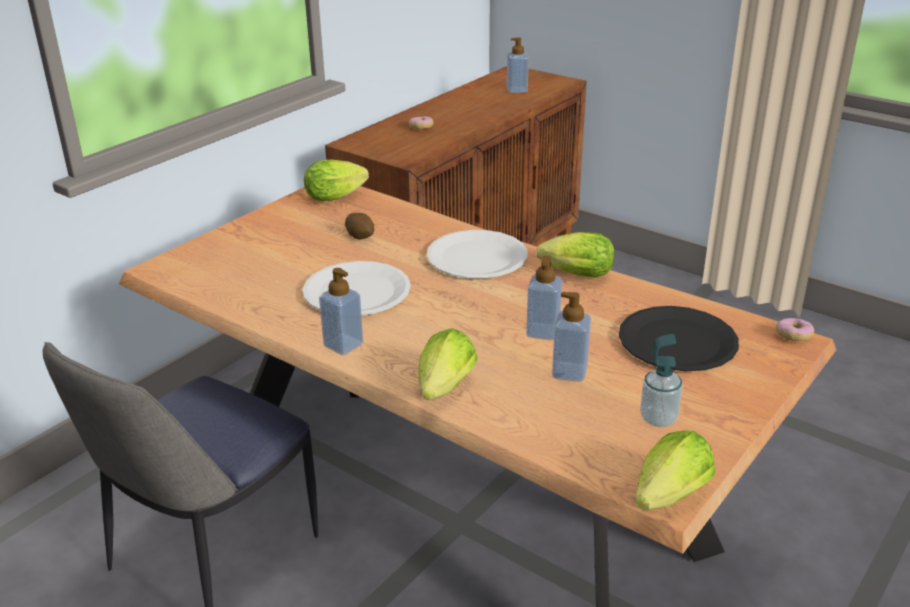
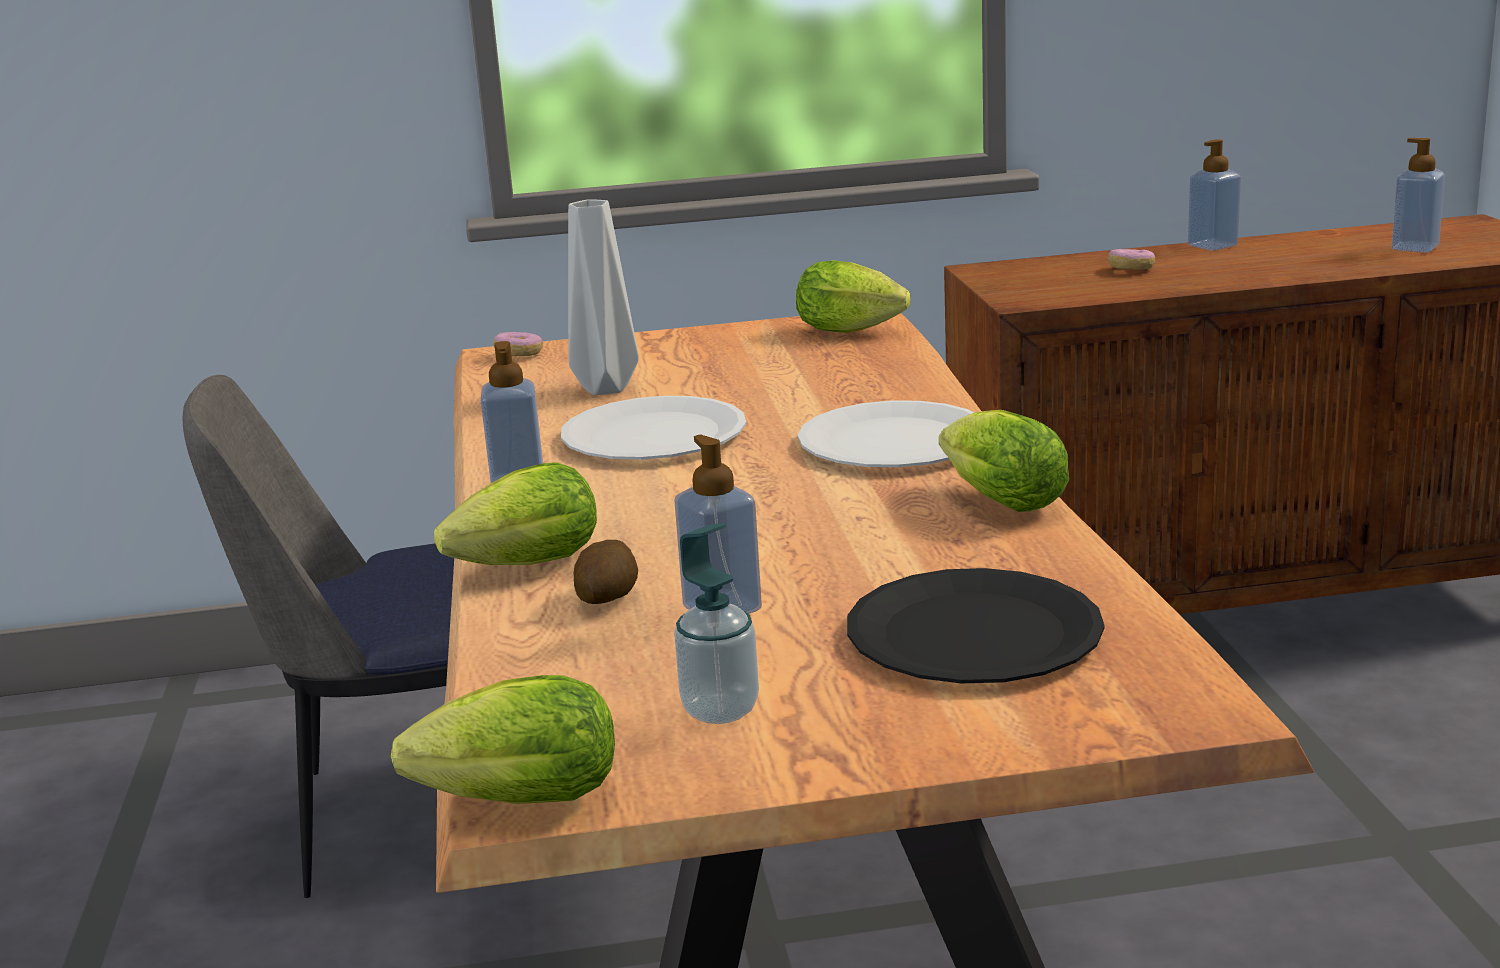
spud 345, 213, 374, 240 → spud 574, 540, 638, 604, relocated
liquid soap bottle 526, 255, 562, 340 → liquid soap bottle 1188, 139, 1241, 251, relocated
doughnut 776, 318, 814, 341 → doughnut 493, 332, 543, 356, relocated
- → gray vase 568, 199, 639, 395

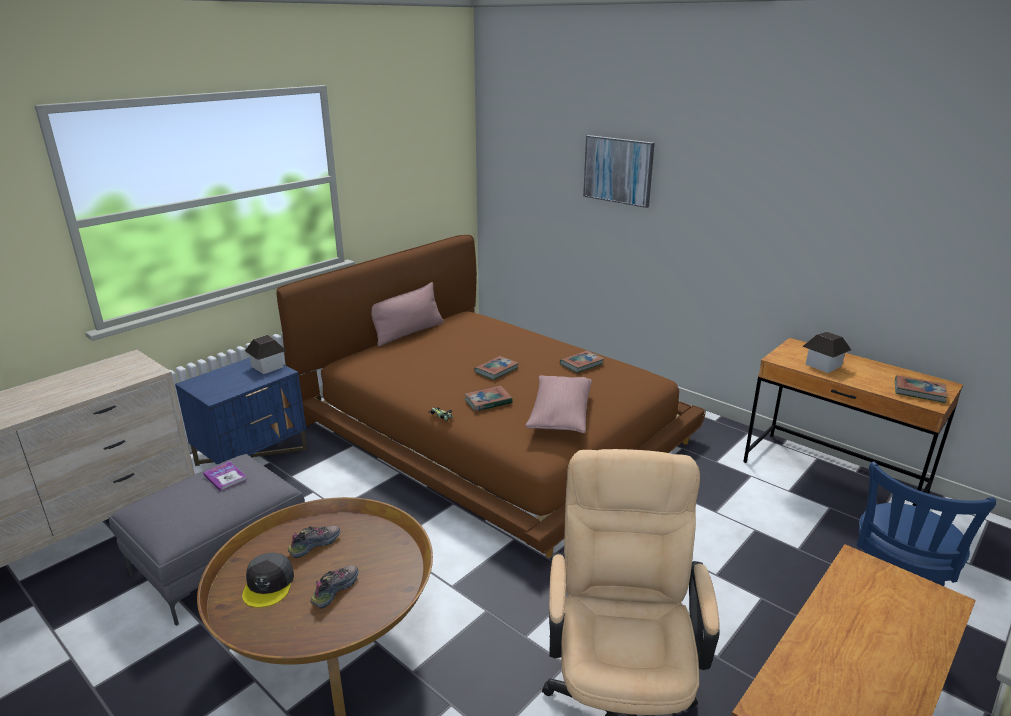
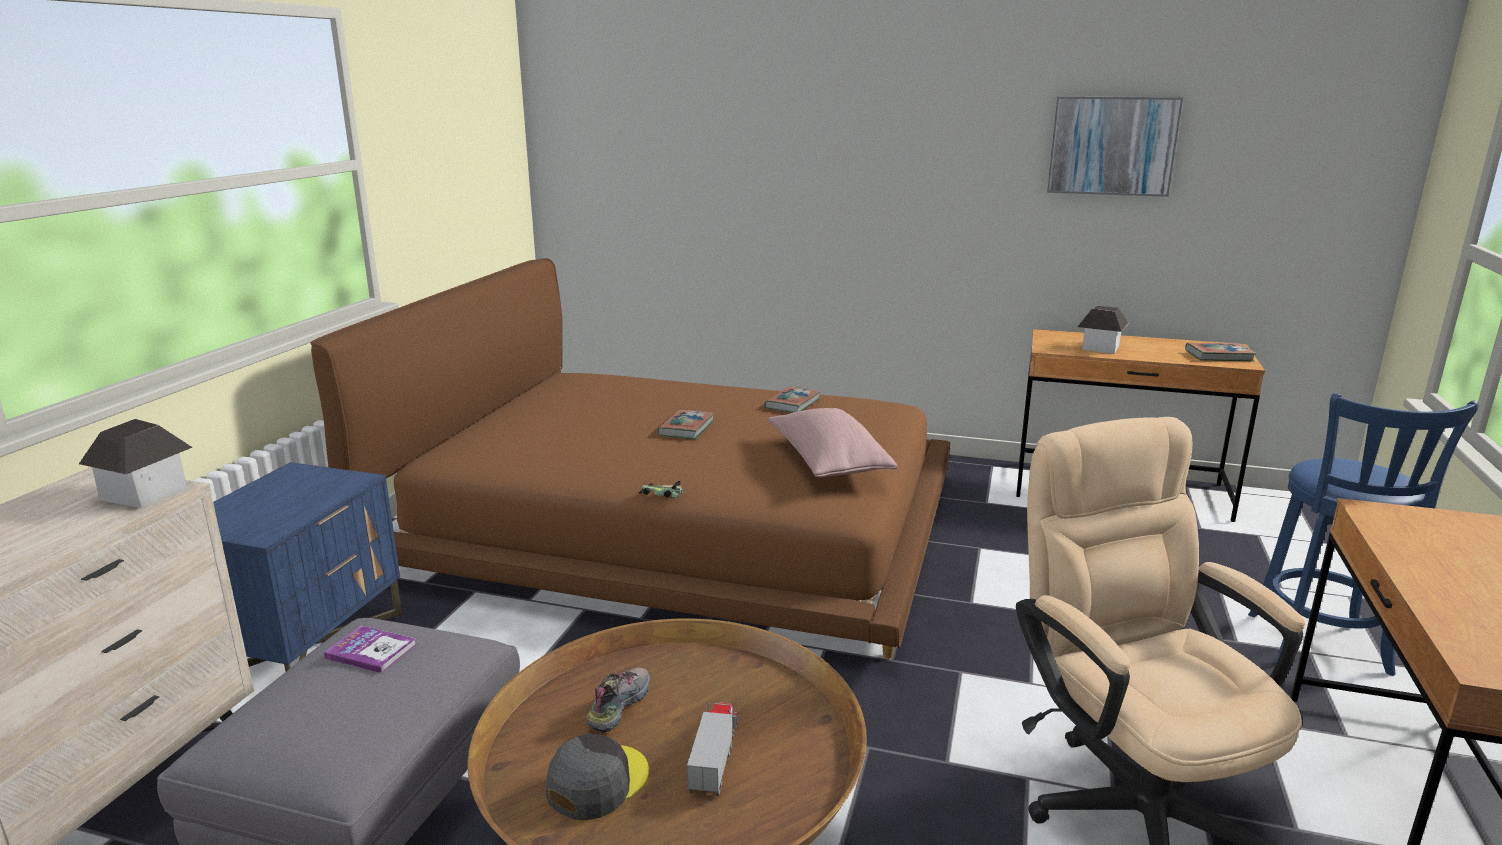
picture 583, 135, 655, 208 → picture 1047, 96, 1183, 197, relocated
pink cushion 372, 282, 444, 347 → -
miniature house 245, 335, 286, 374 → miniature house 79, 419, 193, 508, relocated
book 465, 385, 513, 412 → -
gray baseball cap 242, 553, 294, 608 → gray baseball cap 546, 734, 649, 821, 120 degrees counterclockwise
low shoe 310, 565, 358, 609 → toy lorry 687, 702, 738, 796

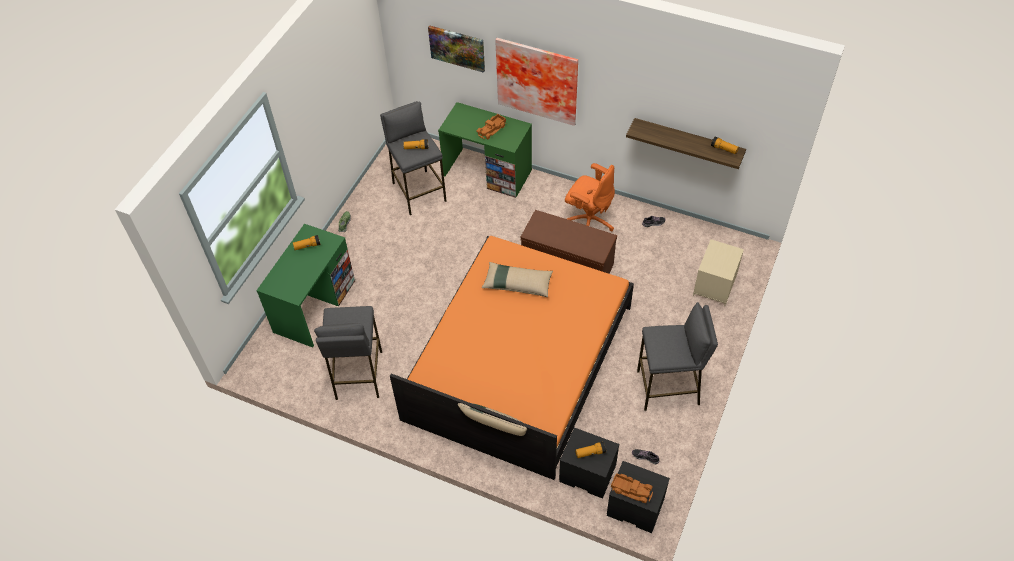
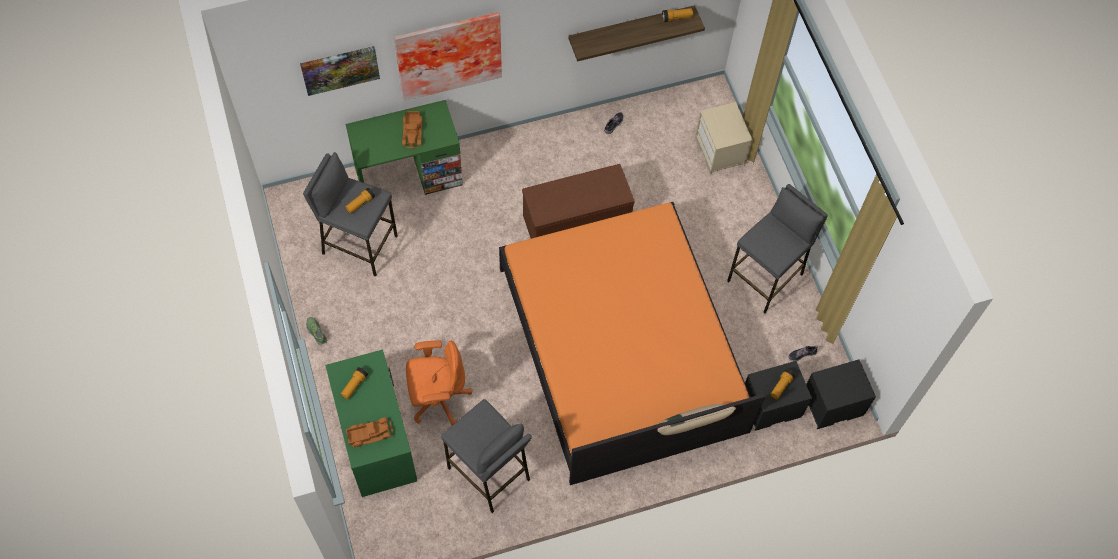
orange computer chair 565, 163, 615, 231 → orange computer chair 406, 340, 472, 425, relocated
beige-coloured cushion 482, 262, 553, 297 → -
toy lorry 611, 473, 653, 503 → toy lorry 346, 417, 393, 447, relocated

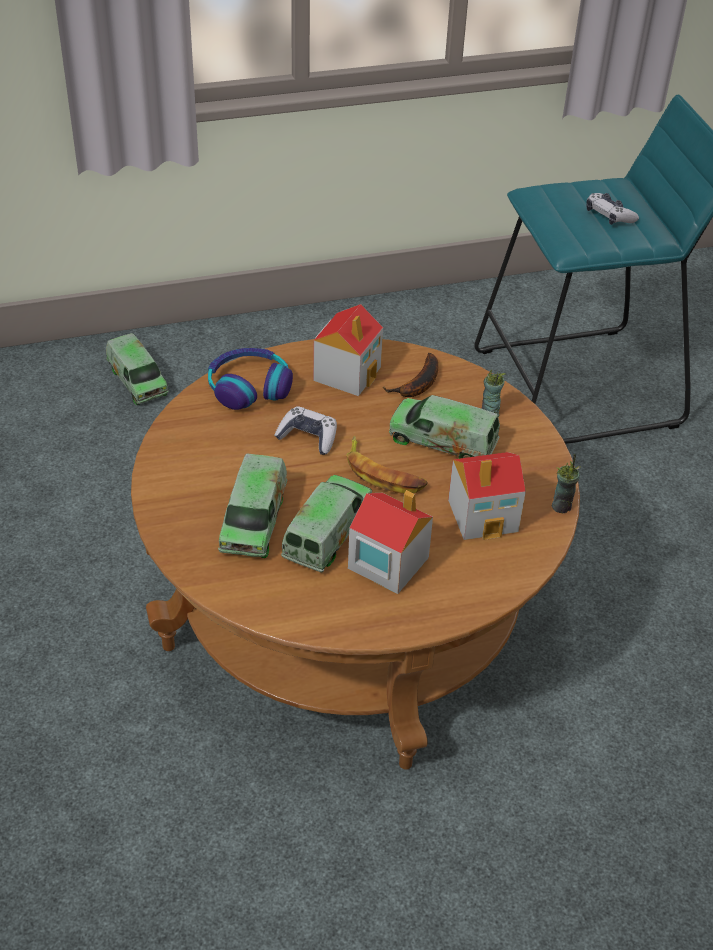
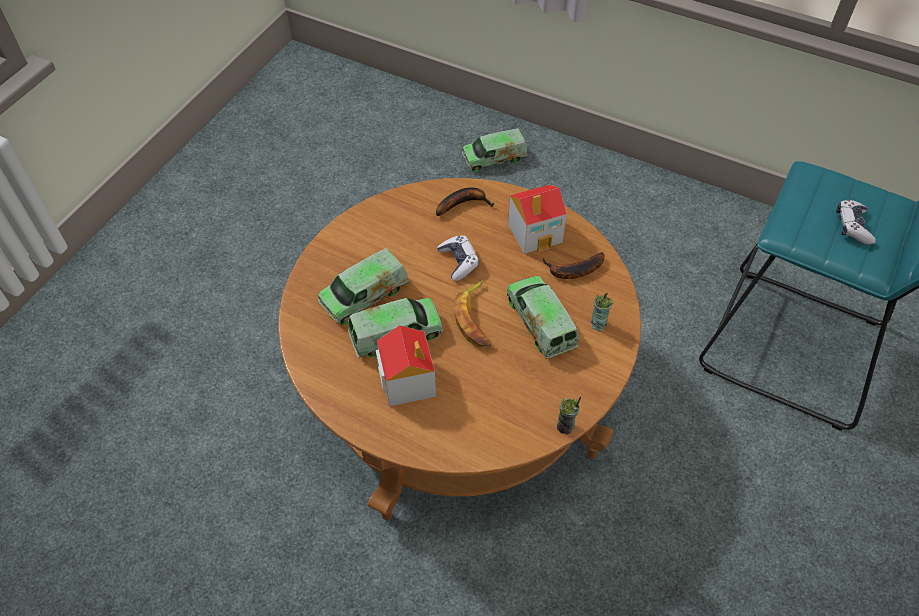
toy lorry 106, 333, 168, 405 → toy lorry 462, 129, 527, 172, 60 degrees clockwise
headphones 208, 348, 293, 410 → banana 436, 187, 494, 216
miniature house 448, 452, 526, 540 → -

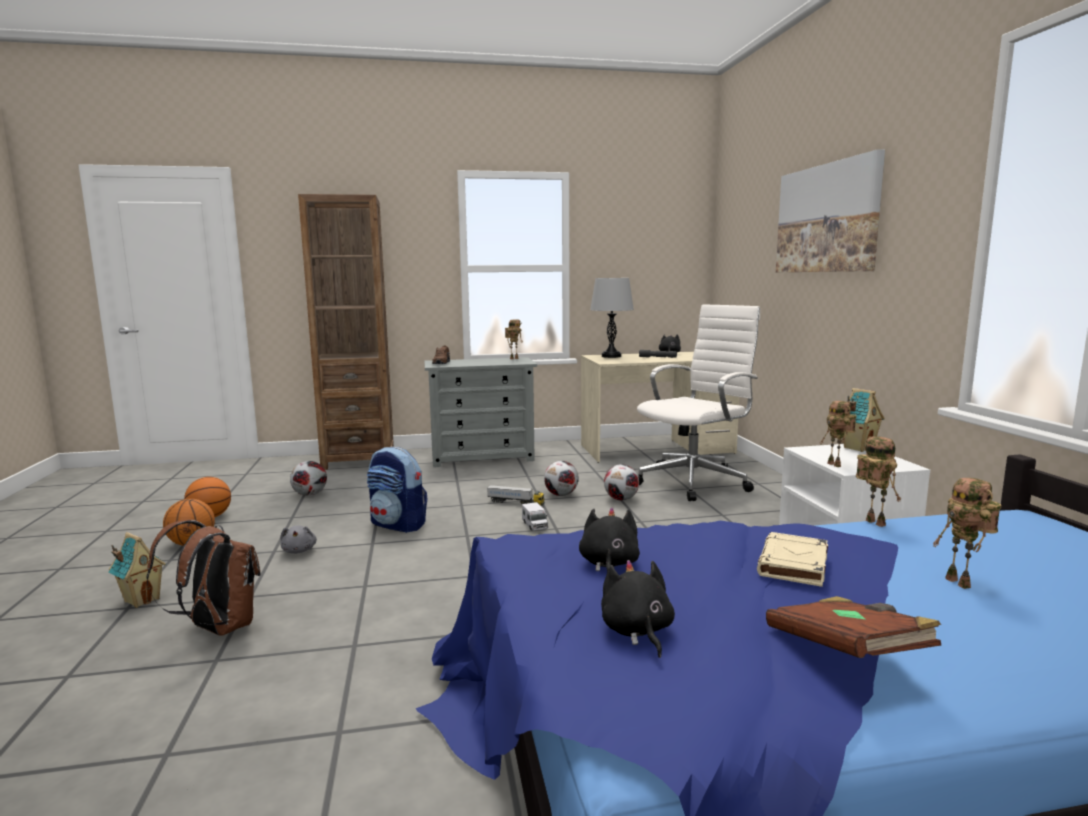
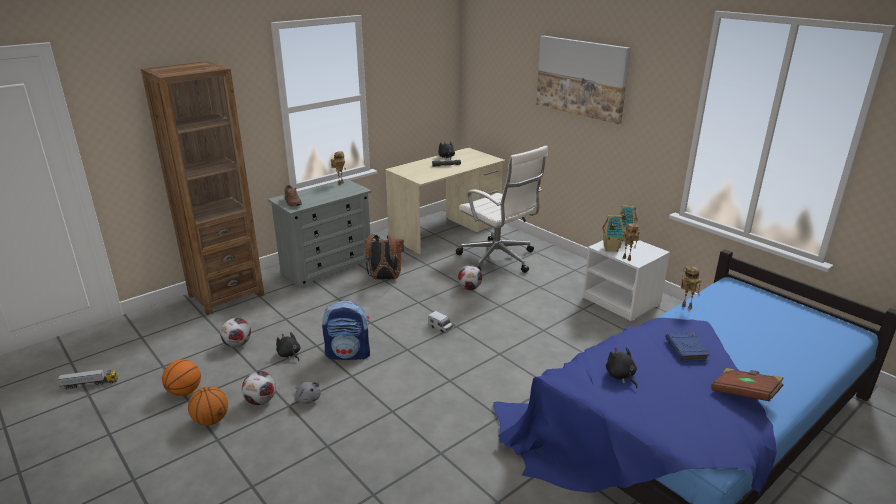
gray table lamp 590, 278, 634, 358 → -
white-coloured computer chair 637, 304, 760, 501 → white-coloured computer chair 456, 146, 548, 273, 120 degrees clockwise
football ball 544, 461, 579, 496 → football ball 242, 371, 276, 405, relocated
robot figure 933, 478, 1001, 589 → -
toy lorry 487, 485, 544, 506 → toy lorry 57, 369, 118, 389, relocated
brown rucksack 146, 520, 261, 636 → brown rucksack 364, 234, 404, 280, relocated
miniature house 108, 532, 166, 608 → miniature house 602, 215, 624, 252, relocated
beige-coloured book 757, 532, 828, 587 → blue book 665, 332, 710, 362
black plush toy 601, 560, 675, 658 → black plush toy 276, 332, 300, 361, relocated

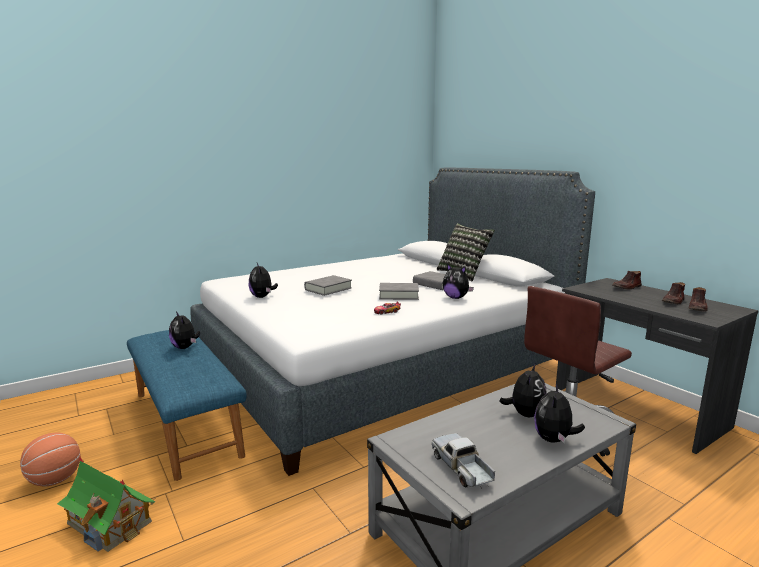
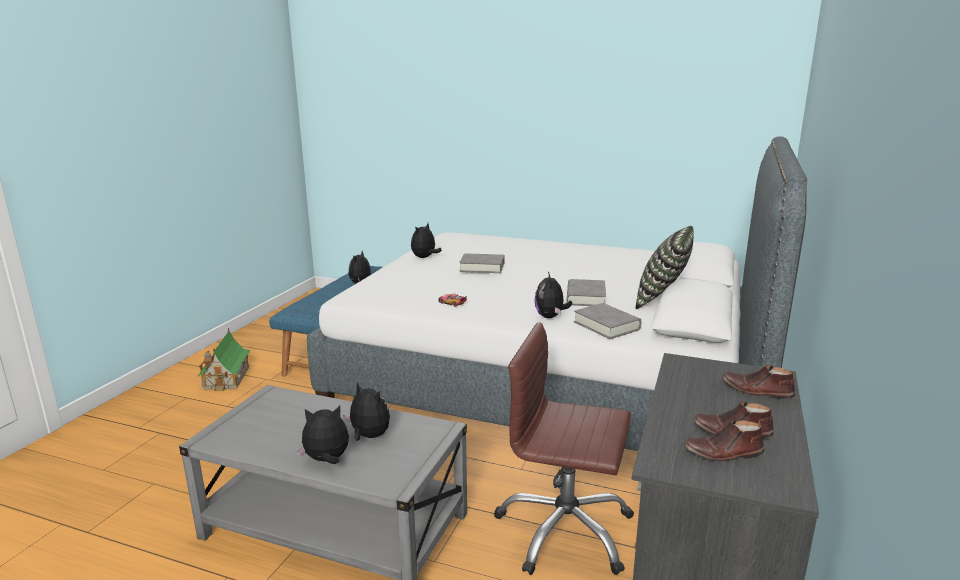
gray book 379, 283, 419, 300 → gray book 574, 303, 641, 339, relocated
plush toy 499, 364, 547, 417 → plush toy 343, 382, 390, 441, 135 degrees counterclockwise
basketball ball 20, 433, 80, 486 → -
toy lorry 432, 433, 495, 488 → -

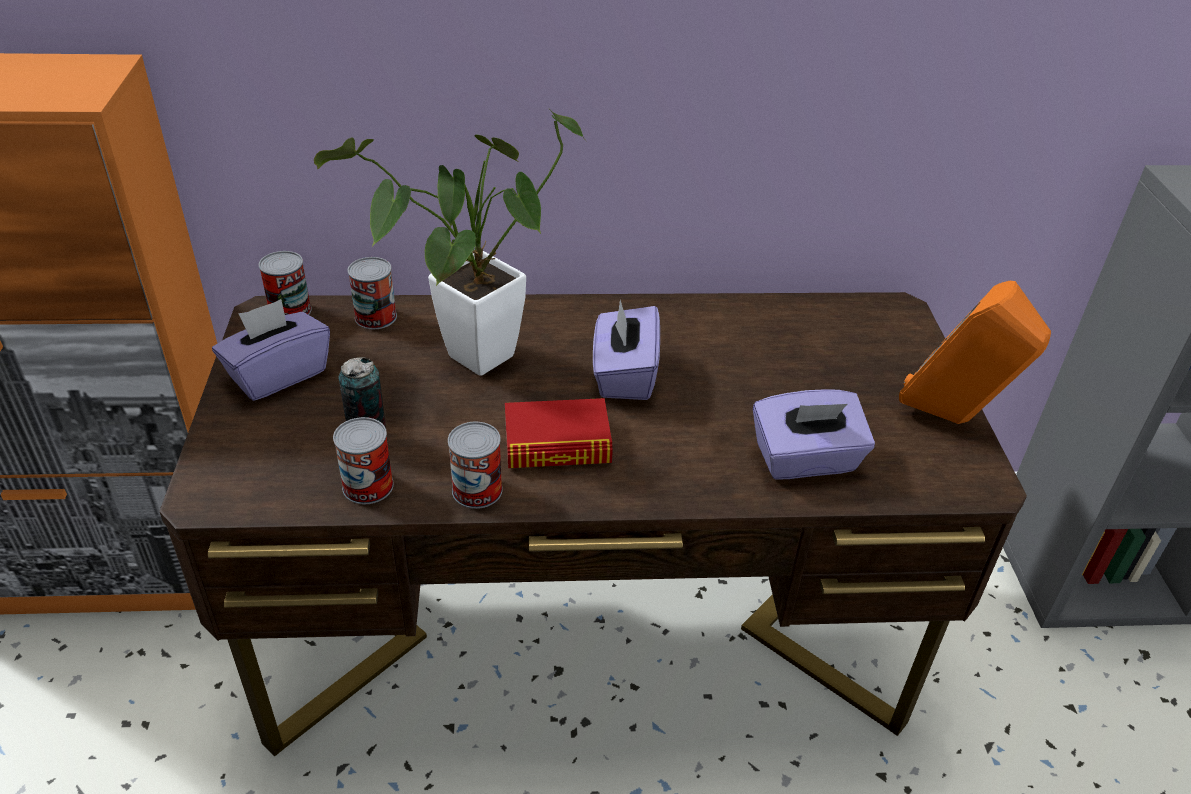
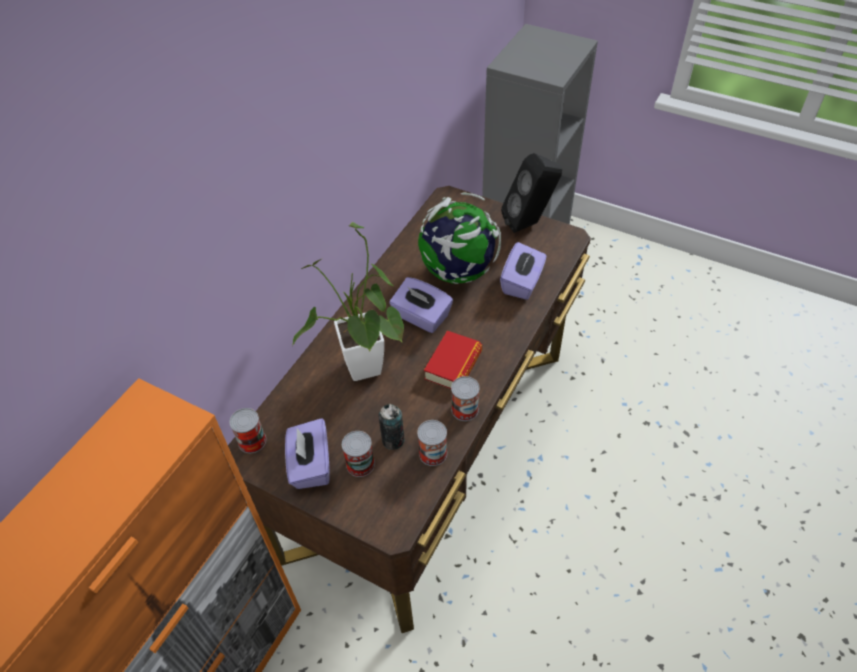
sealed can 348, 257, 397, 329 → sealed can 342, 431, 375, 477, relocated
orange loudspeaker 899, 281, 1051, 424 → black loudspeaker 501, 153, 562, 233
- → globe 418, 192, 501, 284

